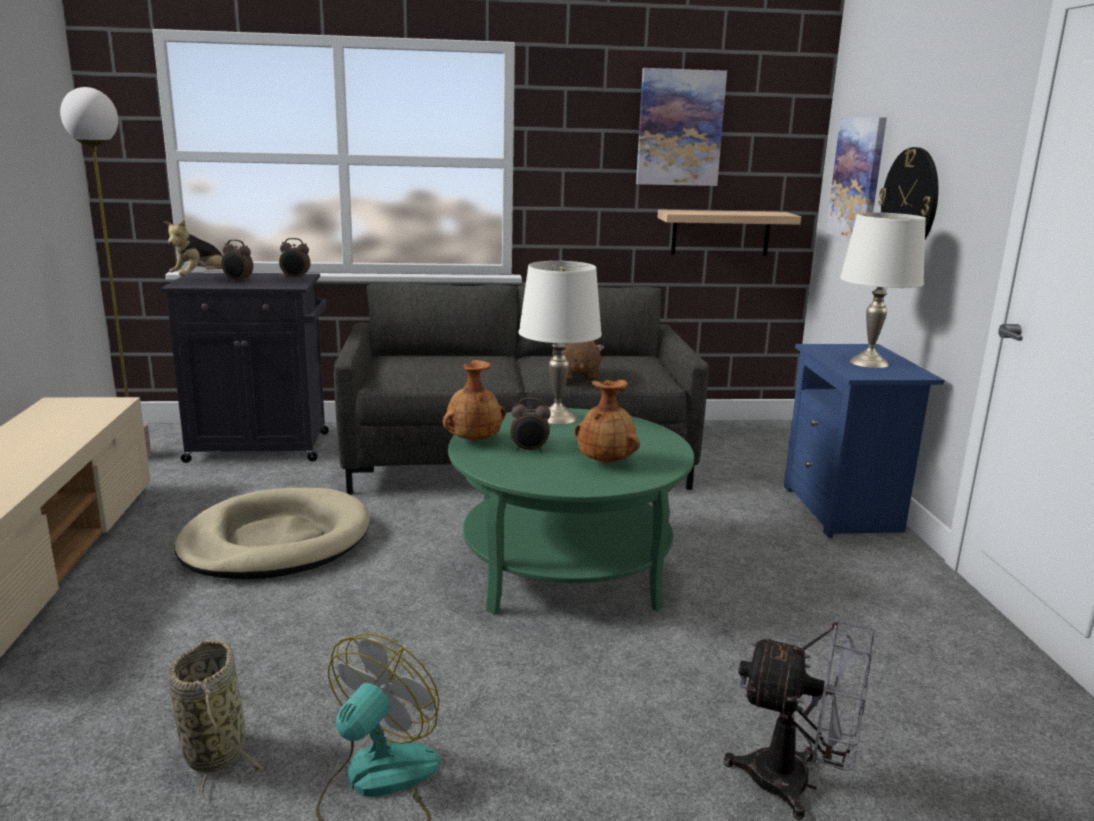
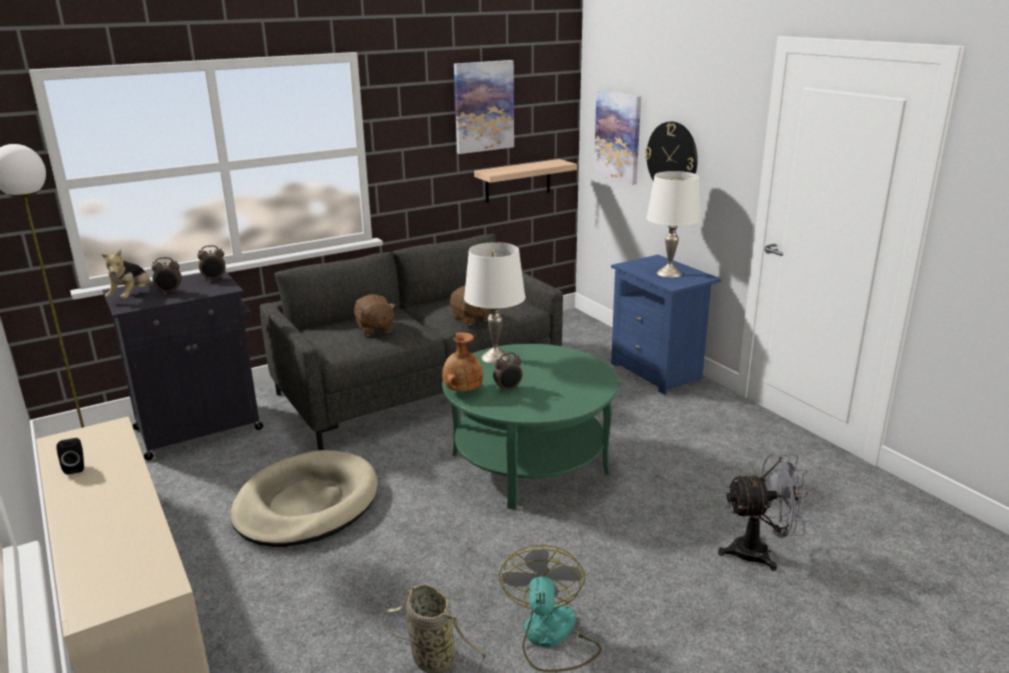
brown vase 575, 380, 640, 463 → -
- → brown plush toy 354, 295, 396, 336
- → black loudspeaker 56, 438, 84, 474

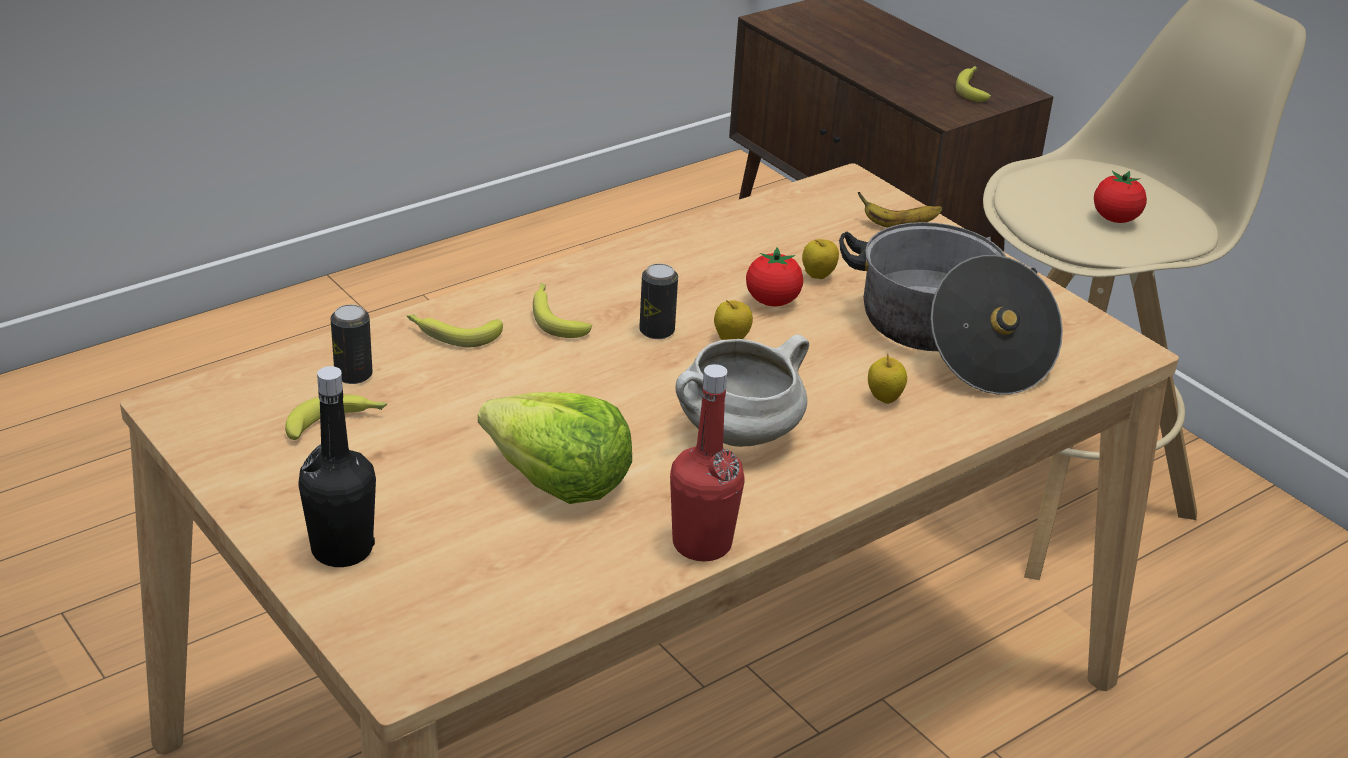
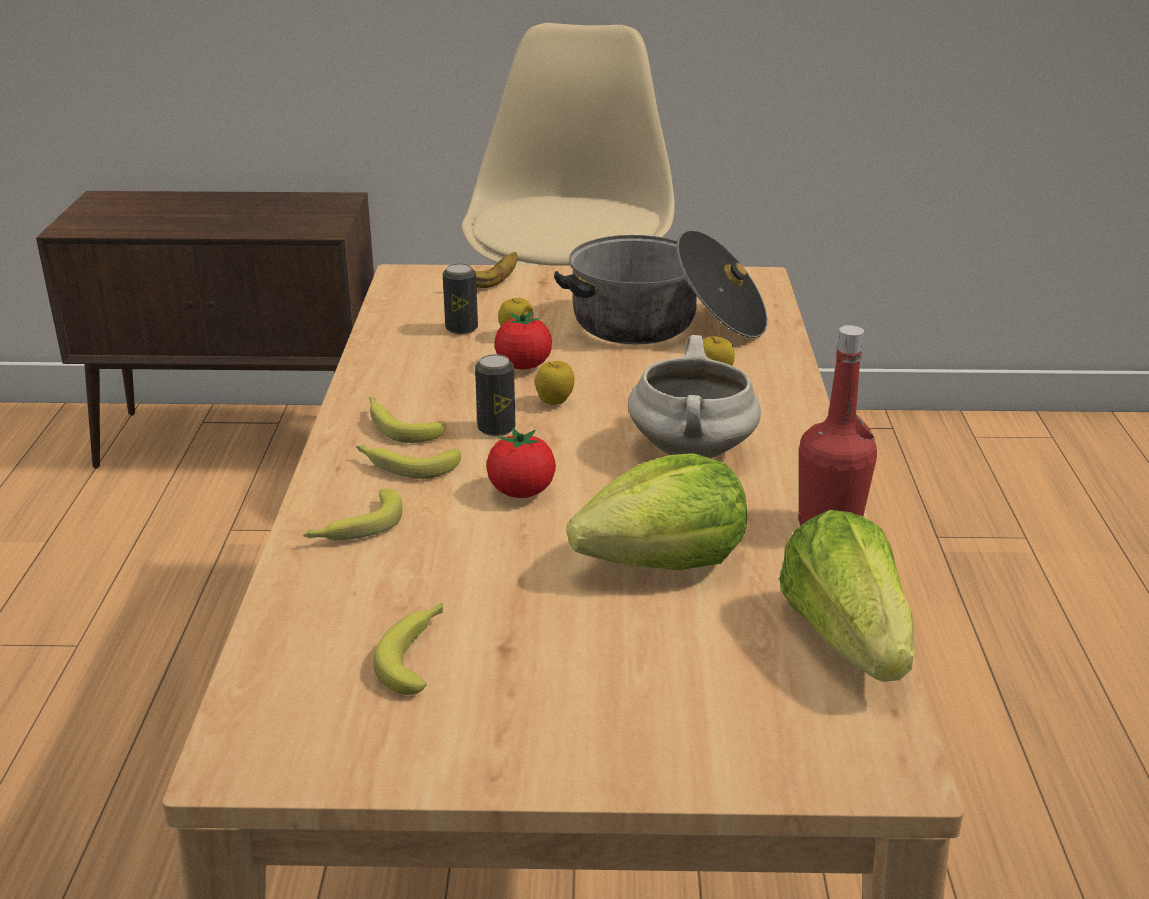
banana 956, 66, 991, 102 → banana 369, 397, 445, 443, relocated
fresh tomato 1094, 171, 1147, 223 → fresh tomato 486, 428, 556, 498, relocated
sealed can 331, 304, 373, 384 → sealed can 443, 263, 478, 334, relocated
black beverage bottle 298, 366, 376, 567 → -
- → lettuce head 779, 510, 915, 682

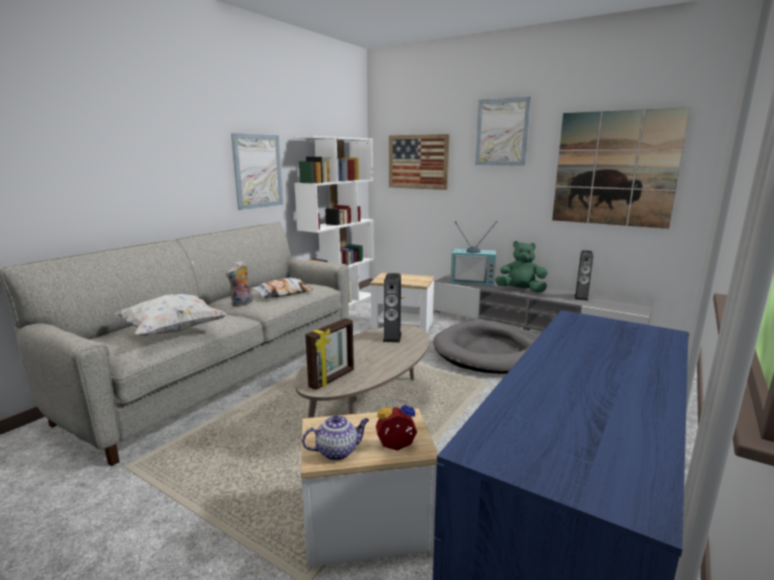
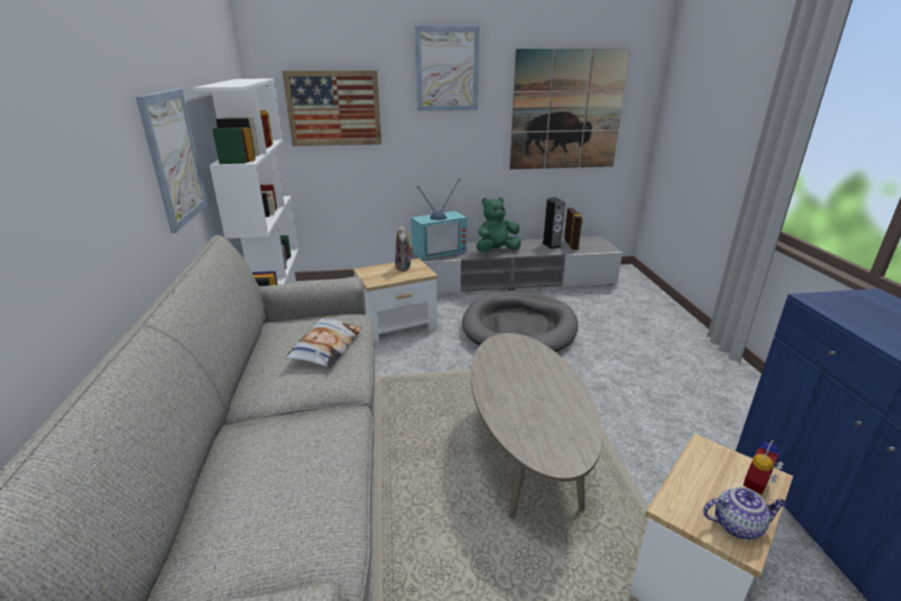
plush toy 226, 260, 253, 307 → plush toy 395, 226, 414, 271, relocated
loudspeaker 383, 273, 402, 343 → -
white-coloured cushion 115, 294, 227, 336 → -
picture frame 305, 318, 354, 390 → picture frame 564, 208, 583, 250, relocated
tea pot 302, 416, 369, 460 → tea pot 703, 487, 787, 539, 60 degrees clockwise

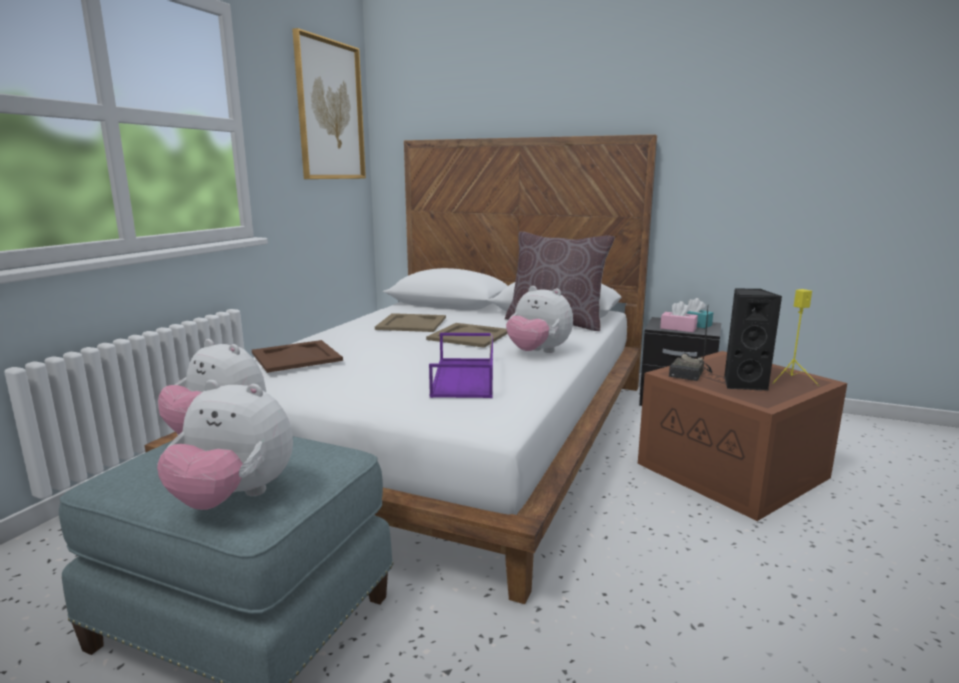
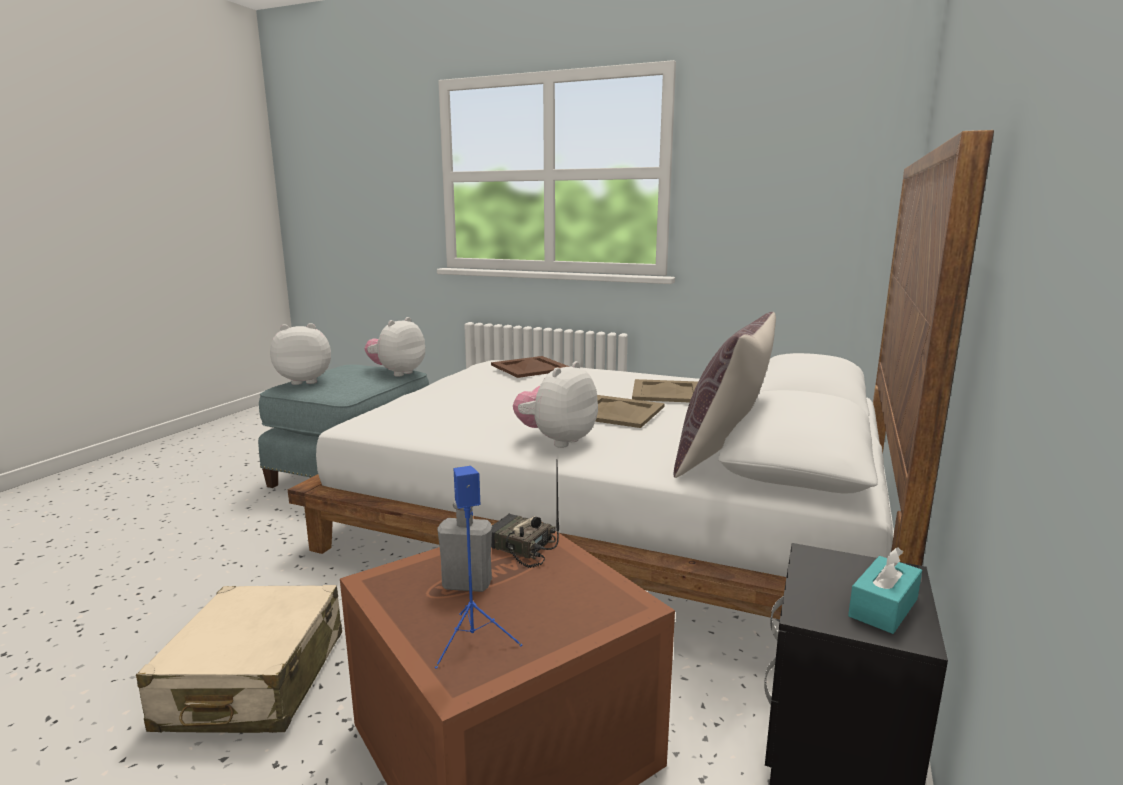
picture 292, 28, 366, 179 → -
black loudspeaker 724, 288, 782, 391 → gray beverage bottle 437, 501, 492, 592
yellow-coloured loudspeaker 772, 289, 820, 386 → blue loudspeaker 435, 466, 522, 669
pink tissue holder 660, 301, 698, 332 → -
purplish serving tray 429, 333, 493, 398 → -
plush toy 157, 380, 293, 510 → plush toy 270, 323, 331, 385, 60 degrees clockwise
- → beige-coloured travel case 136, 585, 342, 733

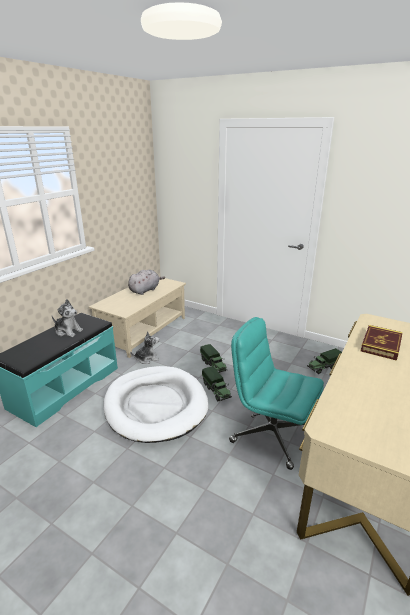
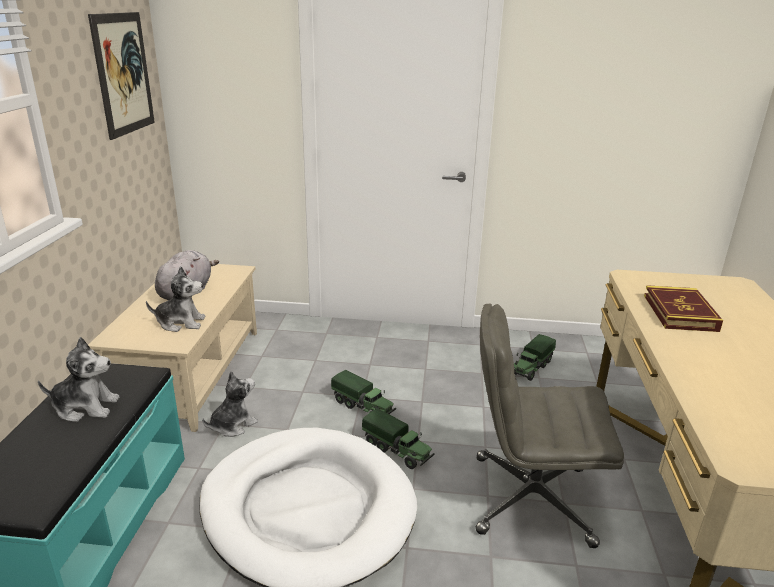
turquoise computer chair 229, 317, 324, 470 → gray computer chair 476, 304, 624, 548
- → picture 88, 12, 155, 140
- → plush toy 146, 266, 205, 332

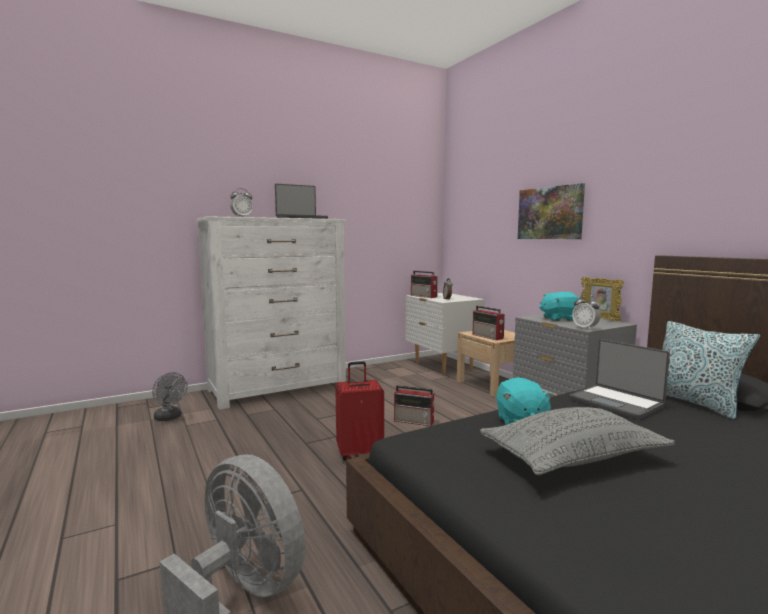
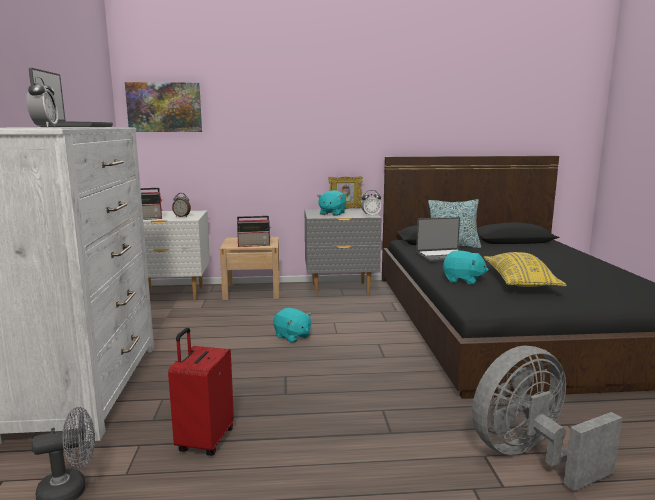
picture 518, 183, 585, 239 → picture 125, 82, 202, 132, relocated
reddish travel case 335, 361, 384, 461 → reddish travel case 168, 328, 234, 456, relocated
radio set 394, 385, 436, 426 → turquoise plush toy 273, 308, 312, 343
gray cushion 480, 407, 675, 475 → yellow-coloured cushion 484, 252, 567, 287

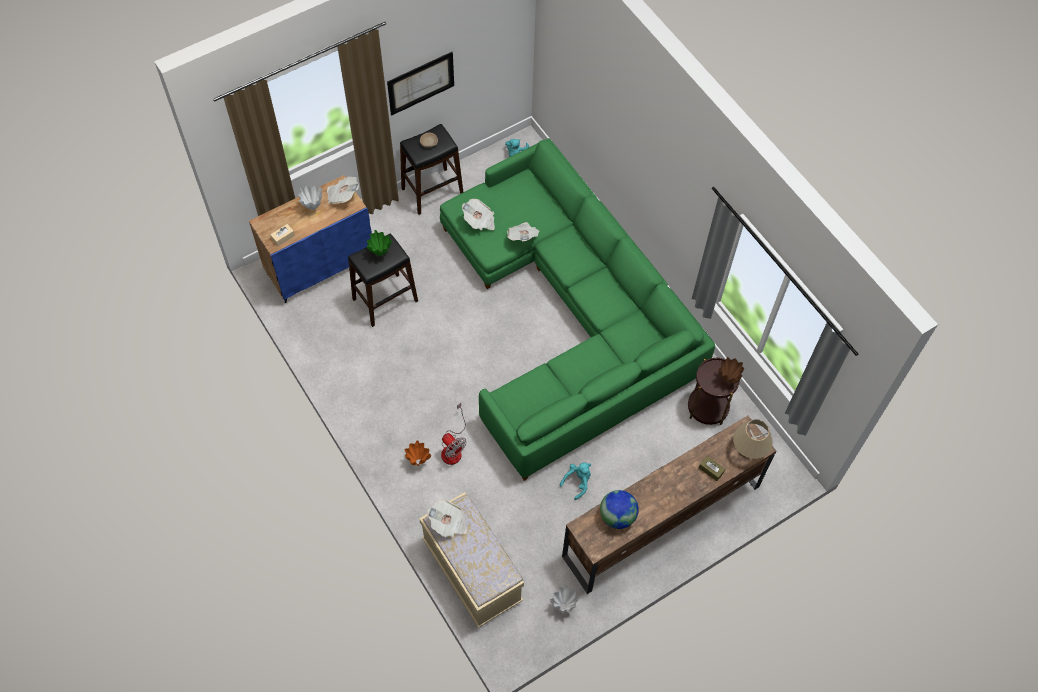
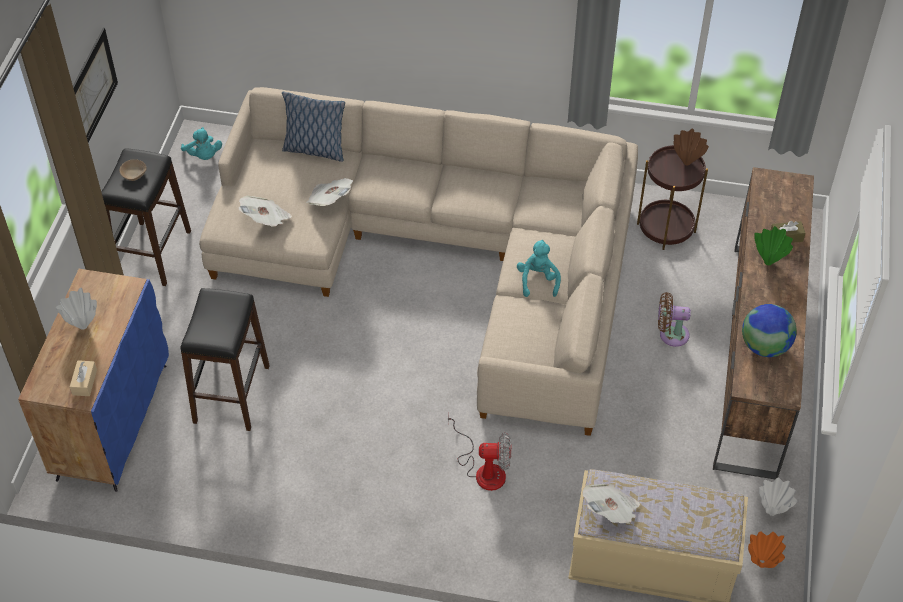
greenish couch 440, 138, 715, 481 → beige-coloured couch 199, 87, 638, 436
printed paper 327, 177, 359, 204 → -
greenish vase 367, 230, 392, 256 → greenish vase 754, 226, 793, 265, relocated
beige-coloured table lamp 733, 419, 773, 459 → -
orange vase 404, 440, 431, 466 → orange vase 748, 531, 786, 568, relocated
turquoise plush toy 560, 463, 591, 500 → turquoise plush toy 517, 240, 561, 297, relocated
- → cushion 282, 92, 345, 162
- → brown cooling fan 658, 292, 691, 347

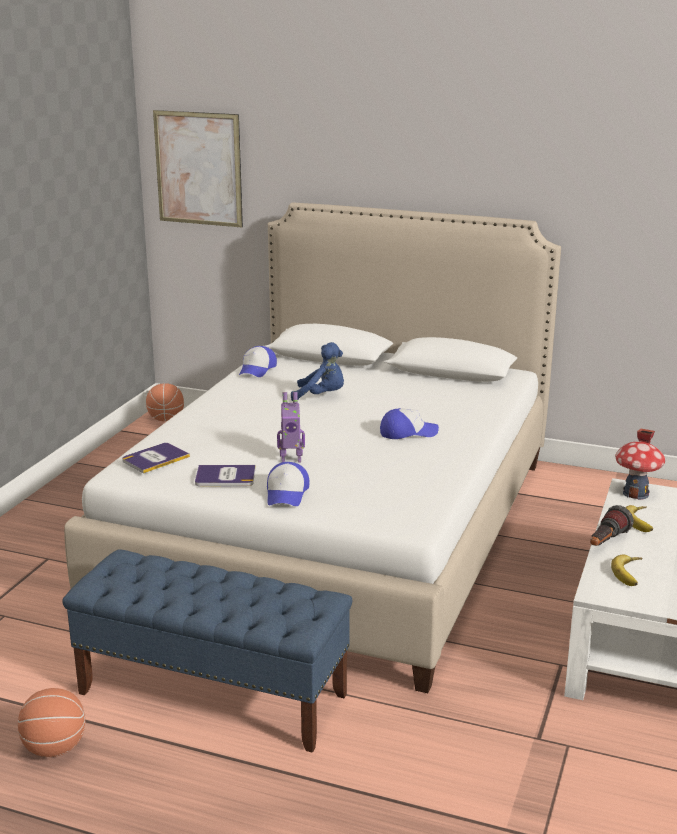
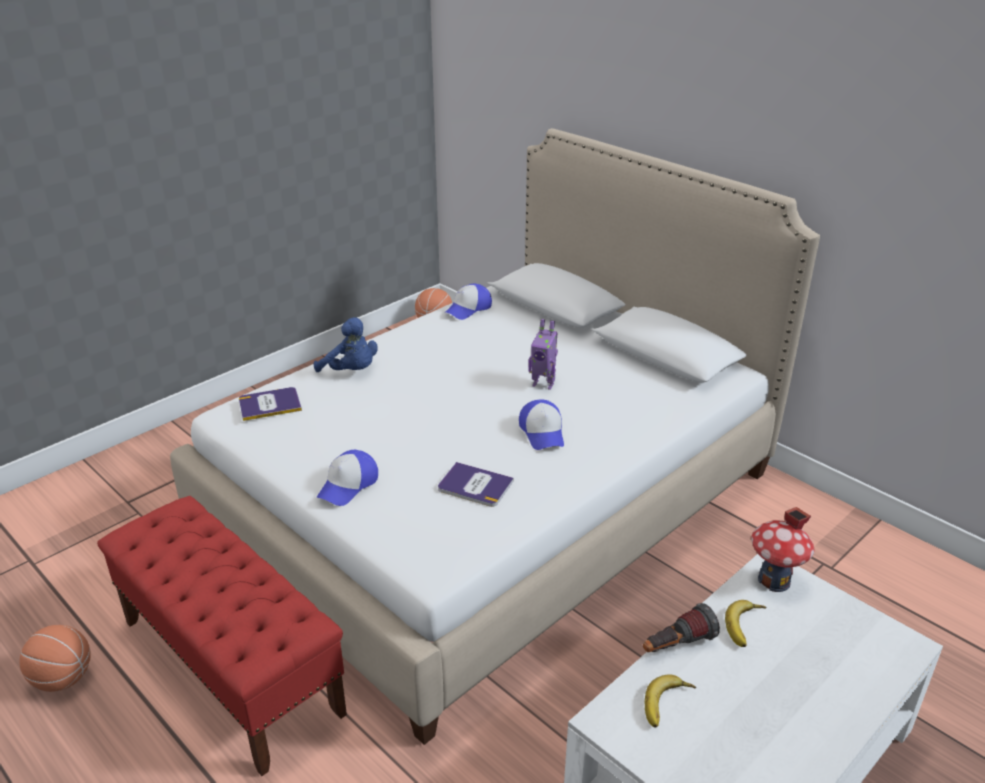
picture 153, 110, 243, 228 → -
blue plush toy 291, 342, 344, 401 → blue plush toy 314, 317, 378, 372, relocated
robot figure 277, 392, 305, 463 → robot figure 528, 319, 558, 390, relocated
baseball cap 380, 408, 439, 439 → baseball cap 519, 400, 564, 450, 60 degrees clockwise
book 195, 465, 255, 486 → book 438, 462, 514, 507, relocated
blue bench 62, 550, 352, 753 → reddish bench 97, 496, 347, 776

